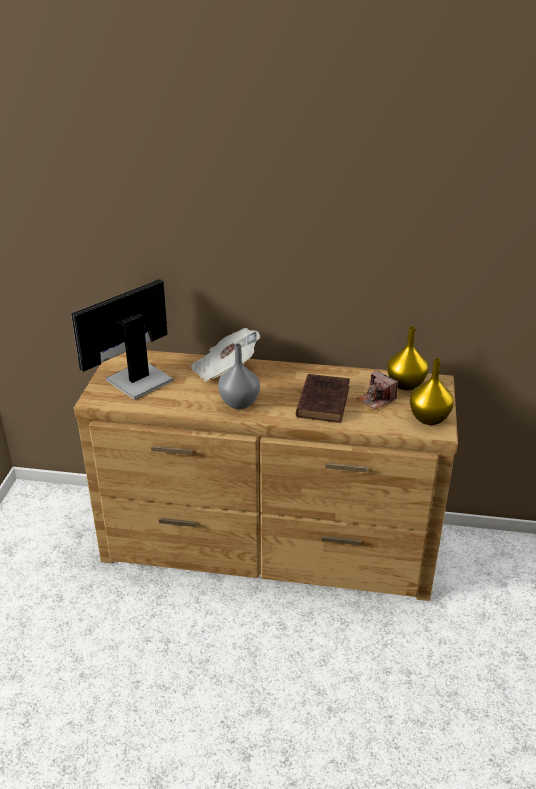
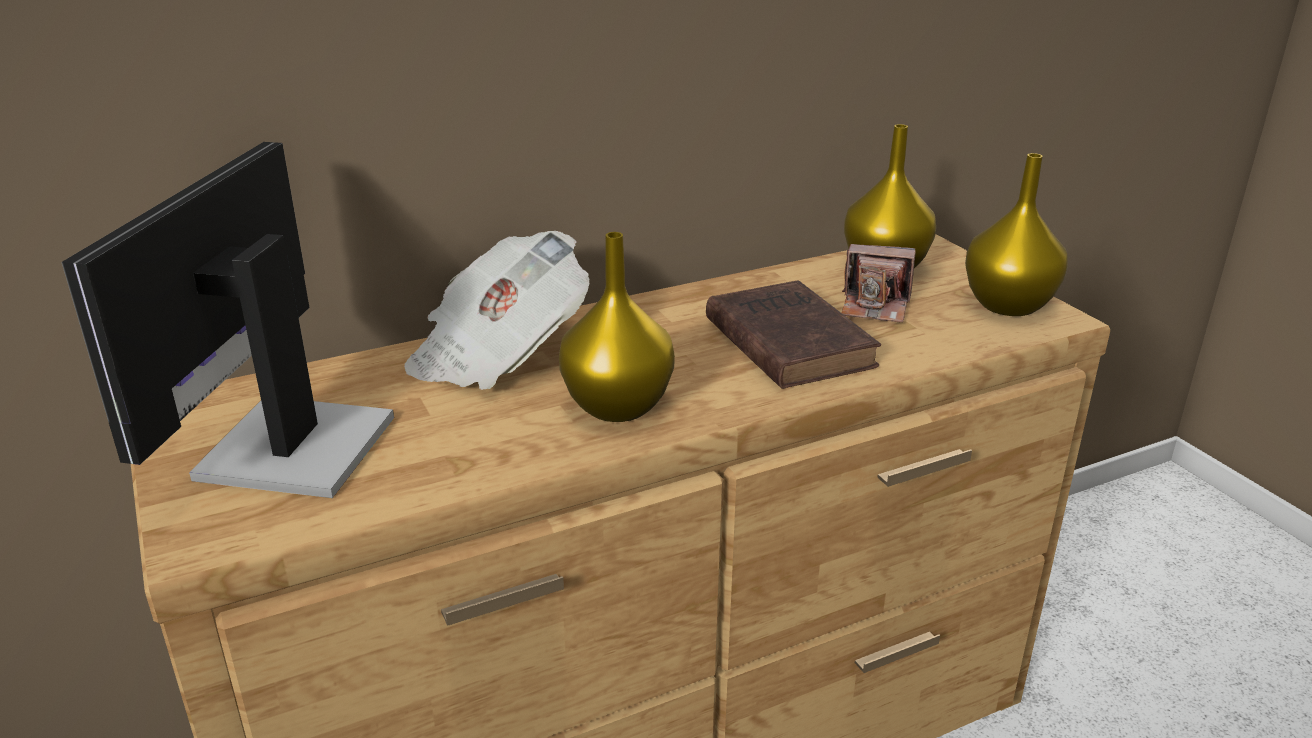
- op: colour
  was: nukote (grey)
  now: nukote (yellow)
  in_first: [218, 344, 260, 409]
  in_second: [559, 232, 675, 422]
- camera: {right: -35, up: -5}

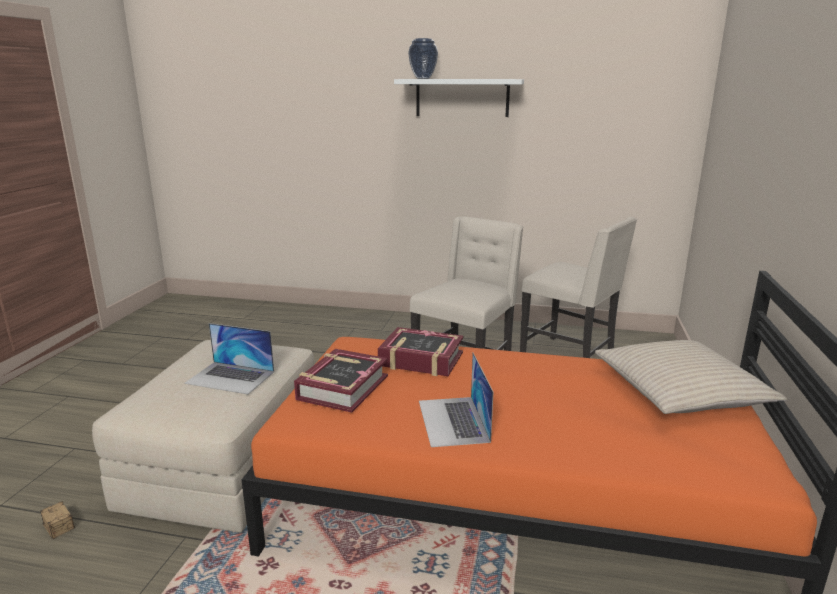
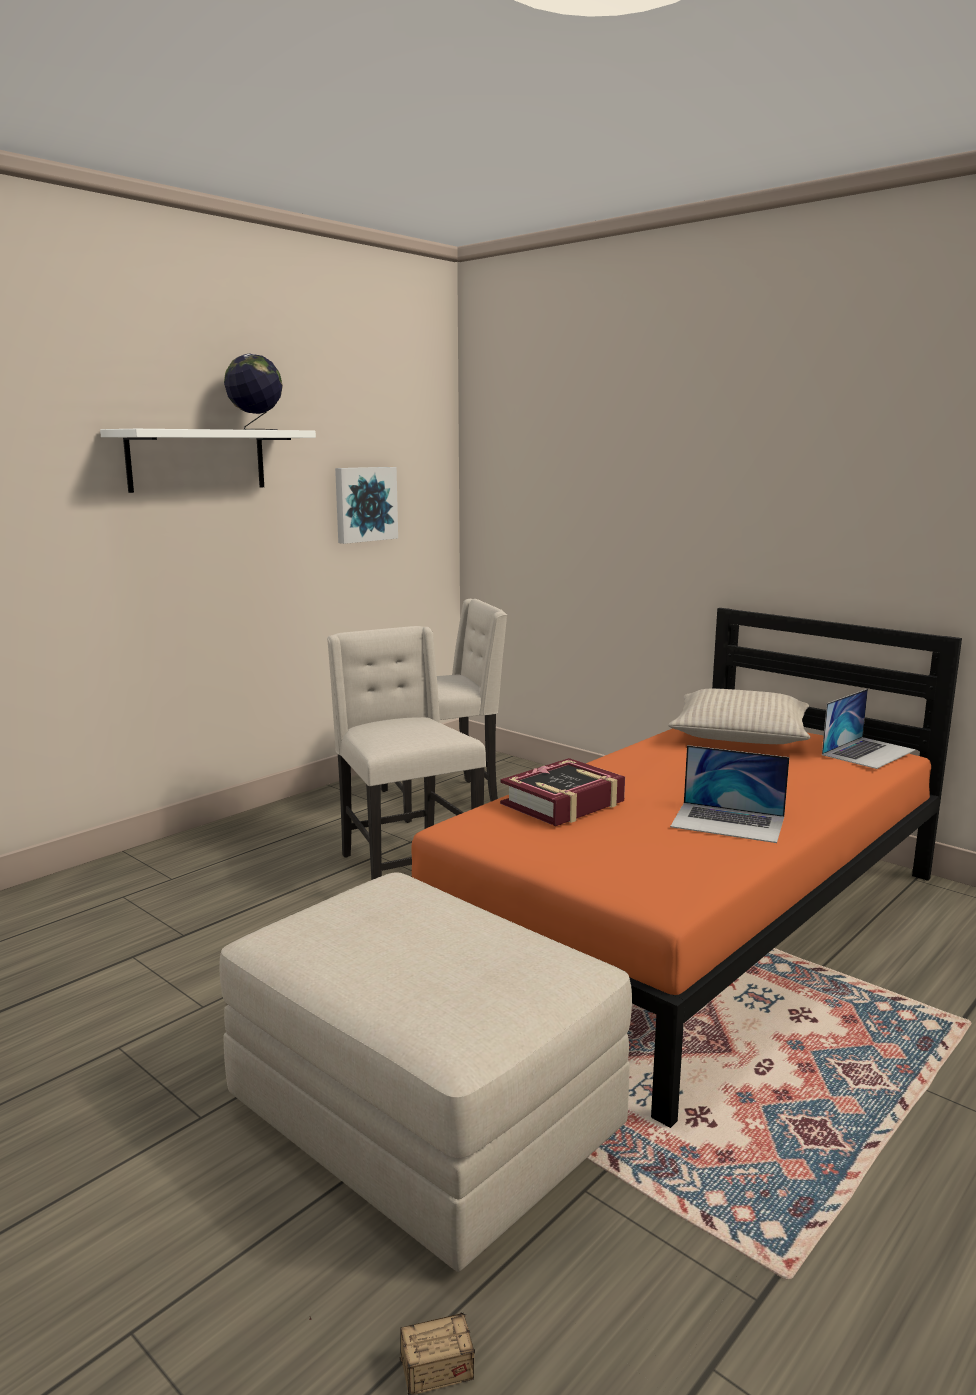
- op: appeared
  now: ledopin
  in_second: [224, 354, 283, 430]
- op: appeared
  now: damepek
  in_second: [335, 467, 398, 544]
- op: relocated
  was: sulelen
  in_first: [185, 323, 274, 394]
  in_second: [822, 689, 916, 769]
- op: missing
  was: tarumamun
  in_first: [294, 349, 388, 413]
- op: missing
  was: nukote
  in_first: [408, 38, 438, 79]
- camera: {right: -60, up: -5}

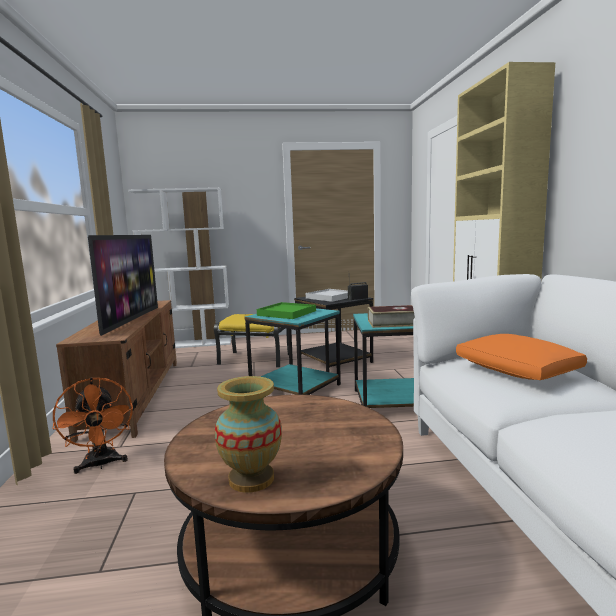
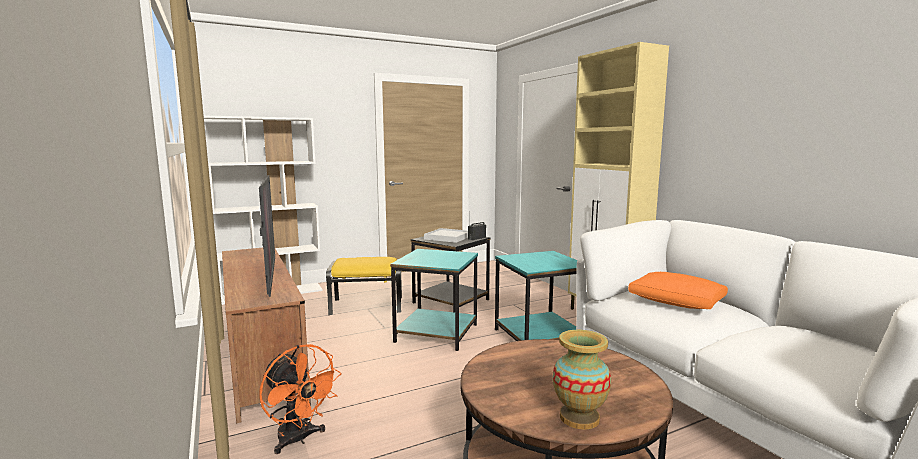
- op: missing
  was: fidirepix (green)
  in_first: [257, 302, 316, 319]
- op: missing
  was: tarumamun
  in_first: [368, 305, 415, 328]
- camera: {right: -20, up: 0}

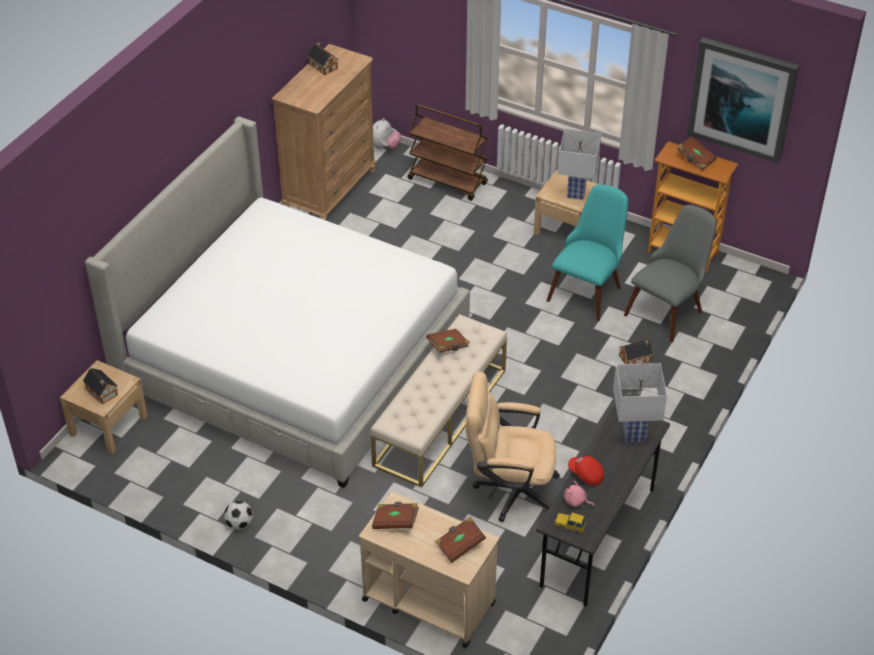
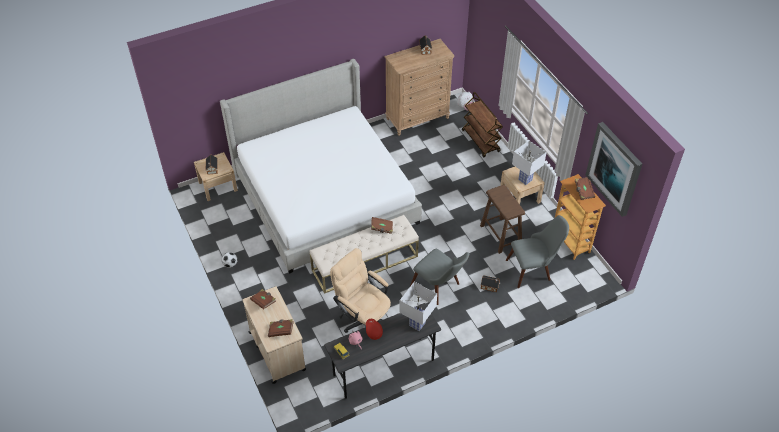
- op: appeared
  now: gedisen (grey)
  in_second: [410, 249, 469, 305]
- op: exchanged
  was: gedisen (turquoise)
  now: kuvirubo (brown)
  in_first: [547, 184, 628, 321]
  in_second: [480, 185, 525, 254]
- camera: {right: 35, up: 5}

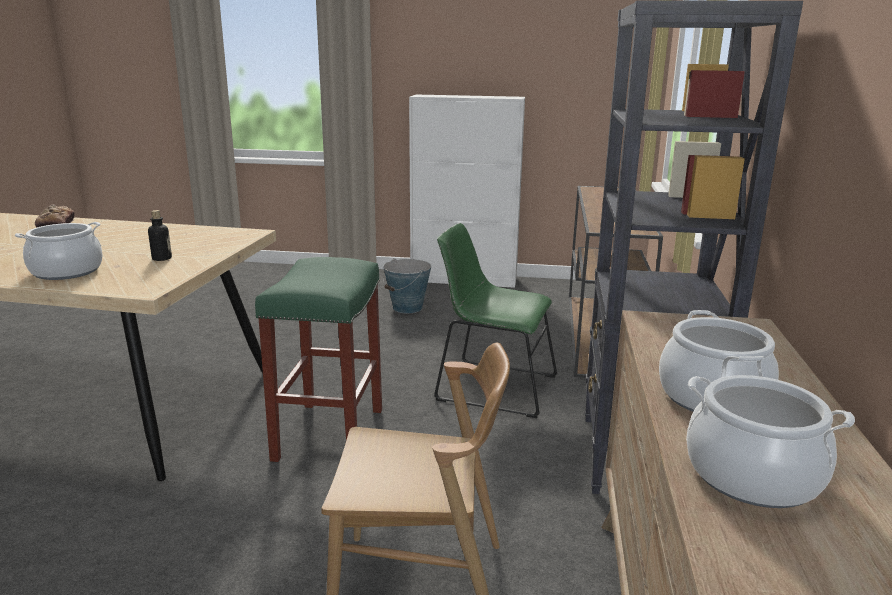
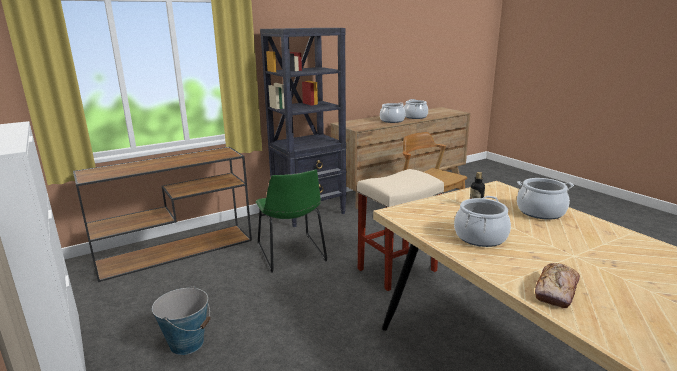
- op: colour
  was: kuvirubo (green)
  now: kuvirubo (beige)
  in_first: [255, 257, 382, 462]
  in_second: [357, 169, 444, 291]
- op: appeared
  now: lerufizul
  in_second: [454, 196, 511, 247]
- camera: {right: -130, up: 0}

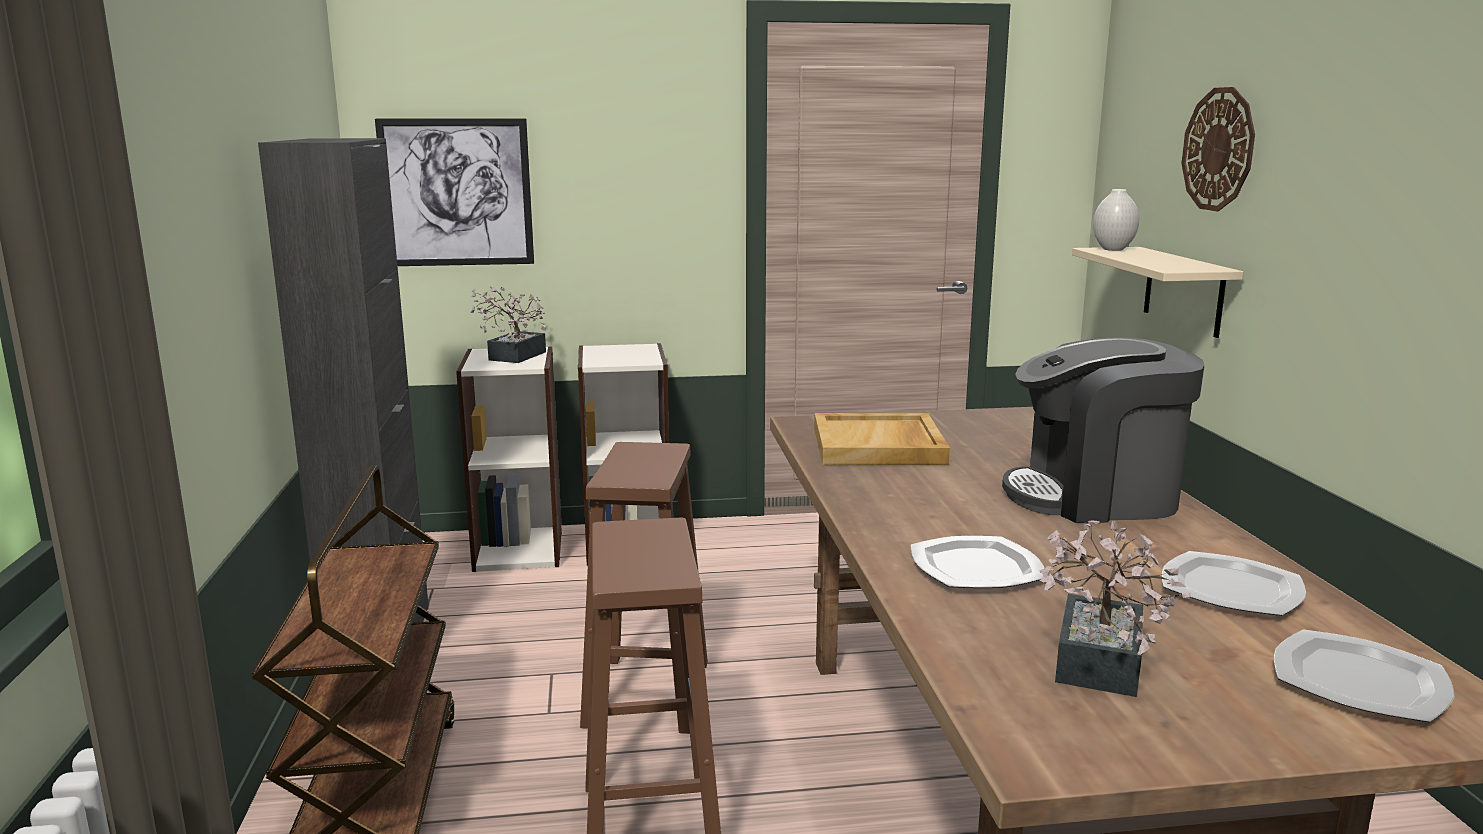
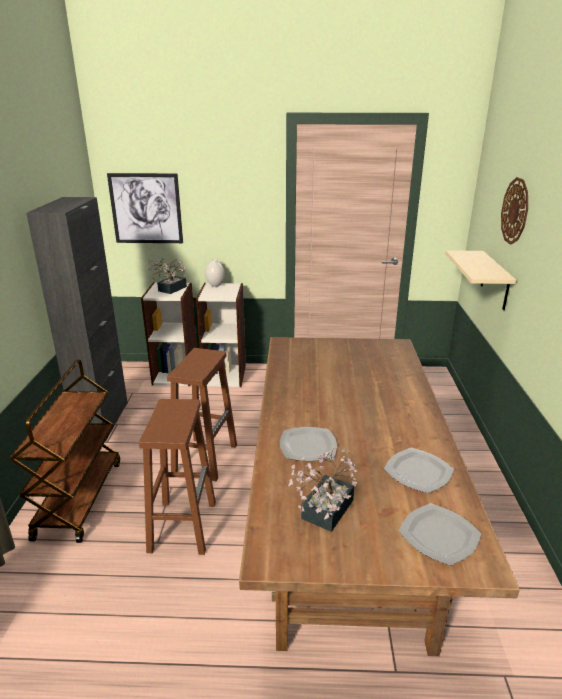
- op: relocated
  was: nukote (white)
  in_first: [1093, 189, 1139, 251]
  in_second: [205, 259, 225, 287]
- op: missing
  was: fidirepix (beige)
  in_first: [814, 413, 950, 465]
- op: missing
  was: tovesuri
  in_first: [1002, 337, 1204, 523]
- camera: {right: 10, up: 10}

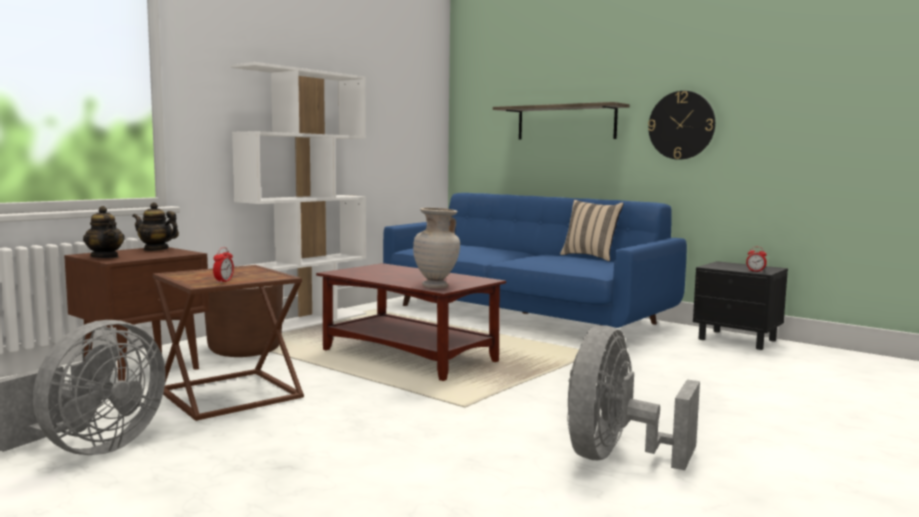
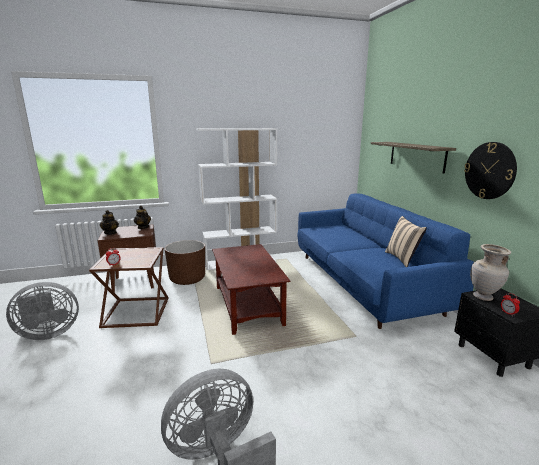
- op: relocated
  was: nukote (beige)
  in_first: [413, 208, 460, 288]
  in_second: [470, 244, 511, 301]
- camera: {right: 35, up: 10}

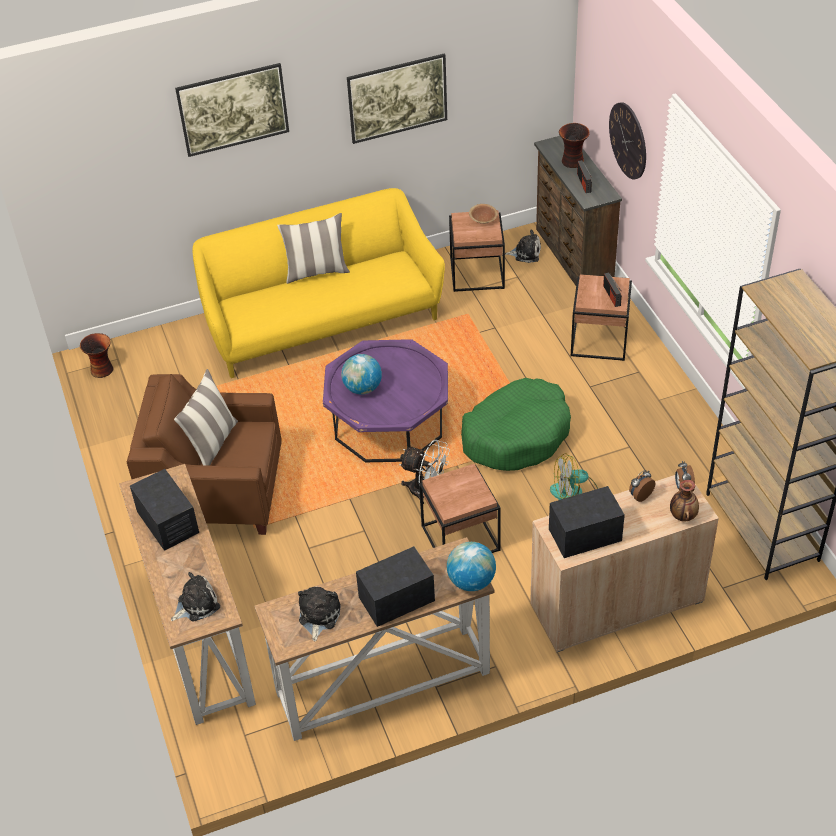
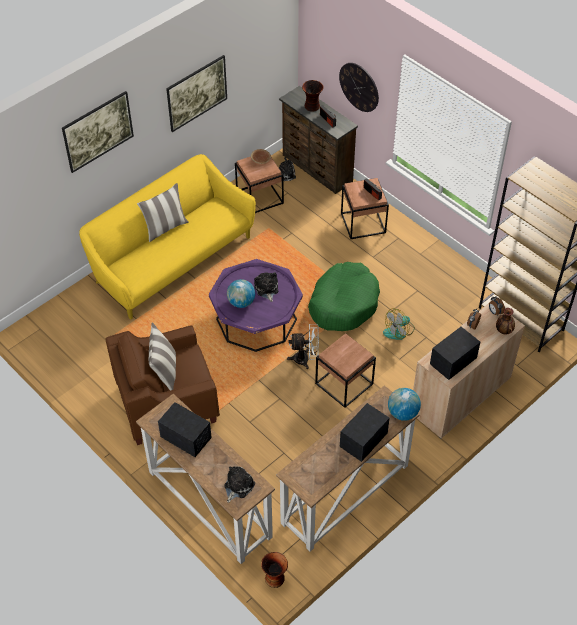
- op: relocated
  was: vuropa
  in_first: [298, 586, 341, 641]
  in_second: [254, 272, 278, 302]
- op: relocated
  was: nukote
  in_first: [80, 333, 113, 378]
  in_second: [261, 552, 288, 588]
- camera: {right: -25, up: 5}

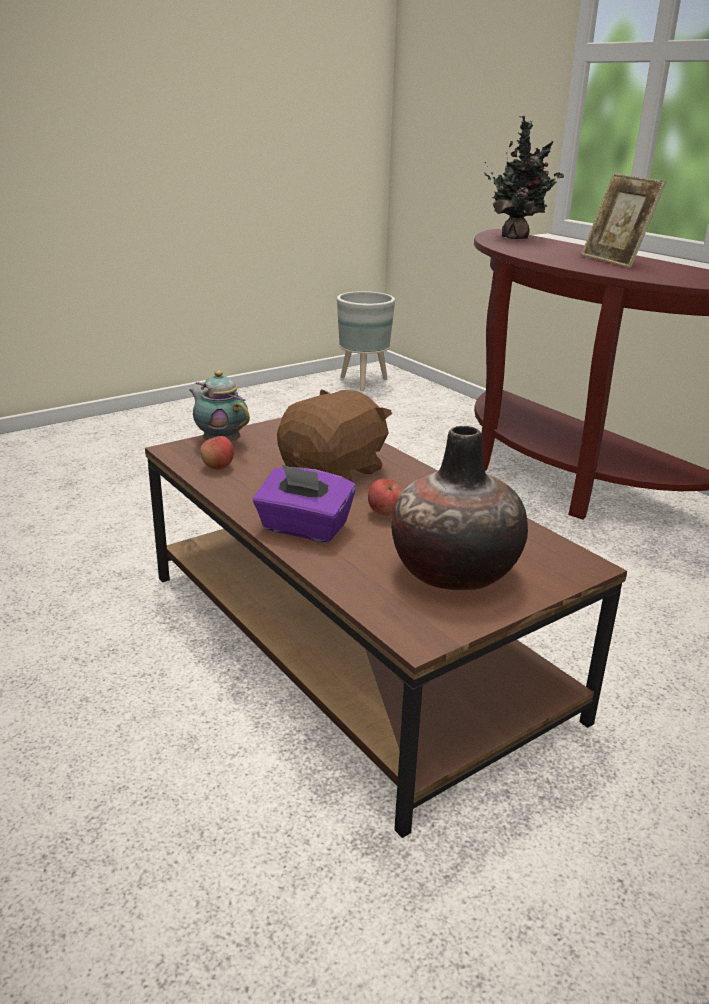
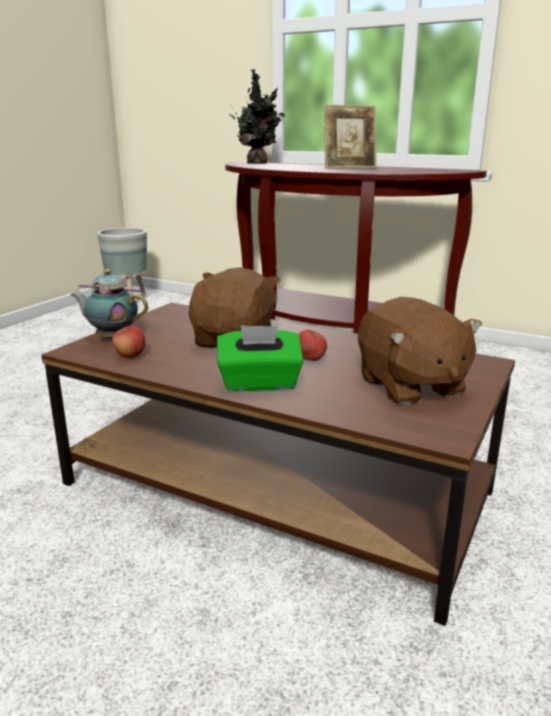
- op: colour
  was: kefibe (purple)
  now: kefibe (green)
  in_first: [253, 464, 356, 542]
  in_second: [217, 325, 303, 391]
- op: spun
  was: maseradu
  in_first: [581, 173, 666, 268]
  in_second: [324, 105, 377, 169]
  clockwise: -45
- op: exchanged
  was: nukote
  now: vuropa (brown)
  in_first: [391, 426, 528, 590]
  in_second: [358, 297, 482, 406]
- camera: {right: -25, up: -5}

